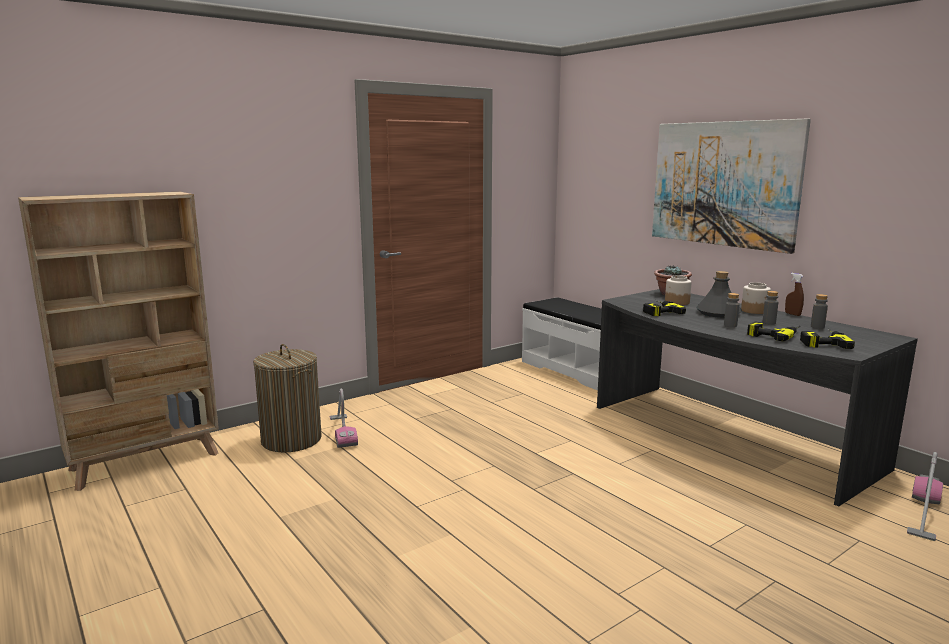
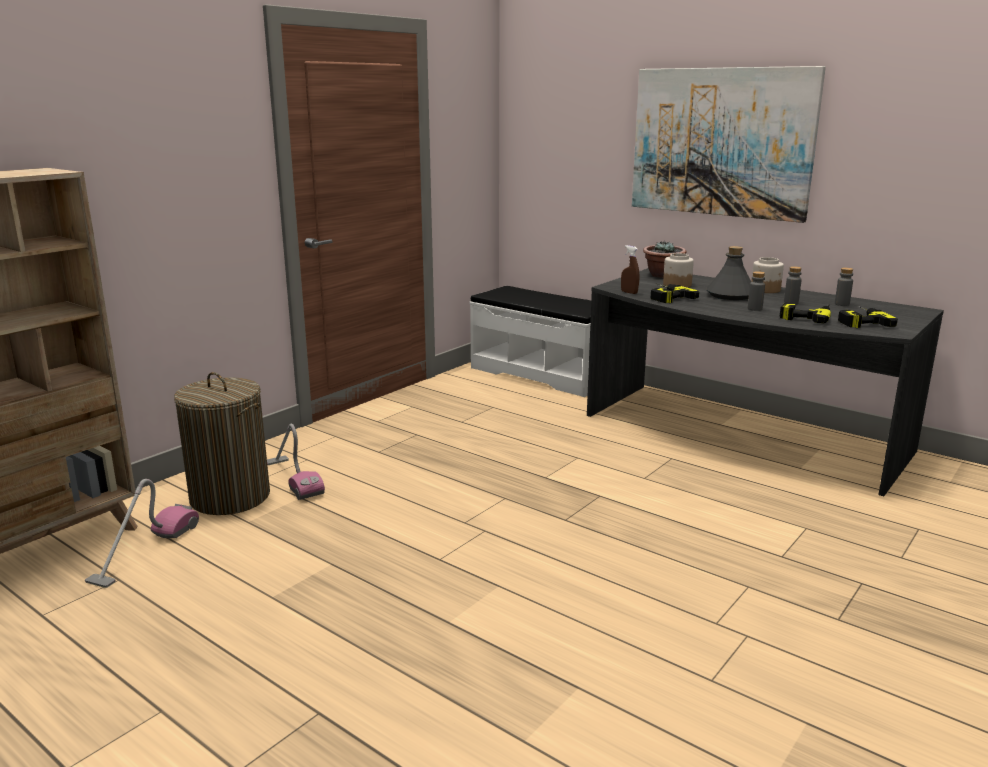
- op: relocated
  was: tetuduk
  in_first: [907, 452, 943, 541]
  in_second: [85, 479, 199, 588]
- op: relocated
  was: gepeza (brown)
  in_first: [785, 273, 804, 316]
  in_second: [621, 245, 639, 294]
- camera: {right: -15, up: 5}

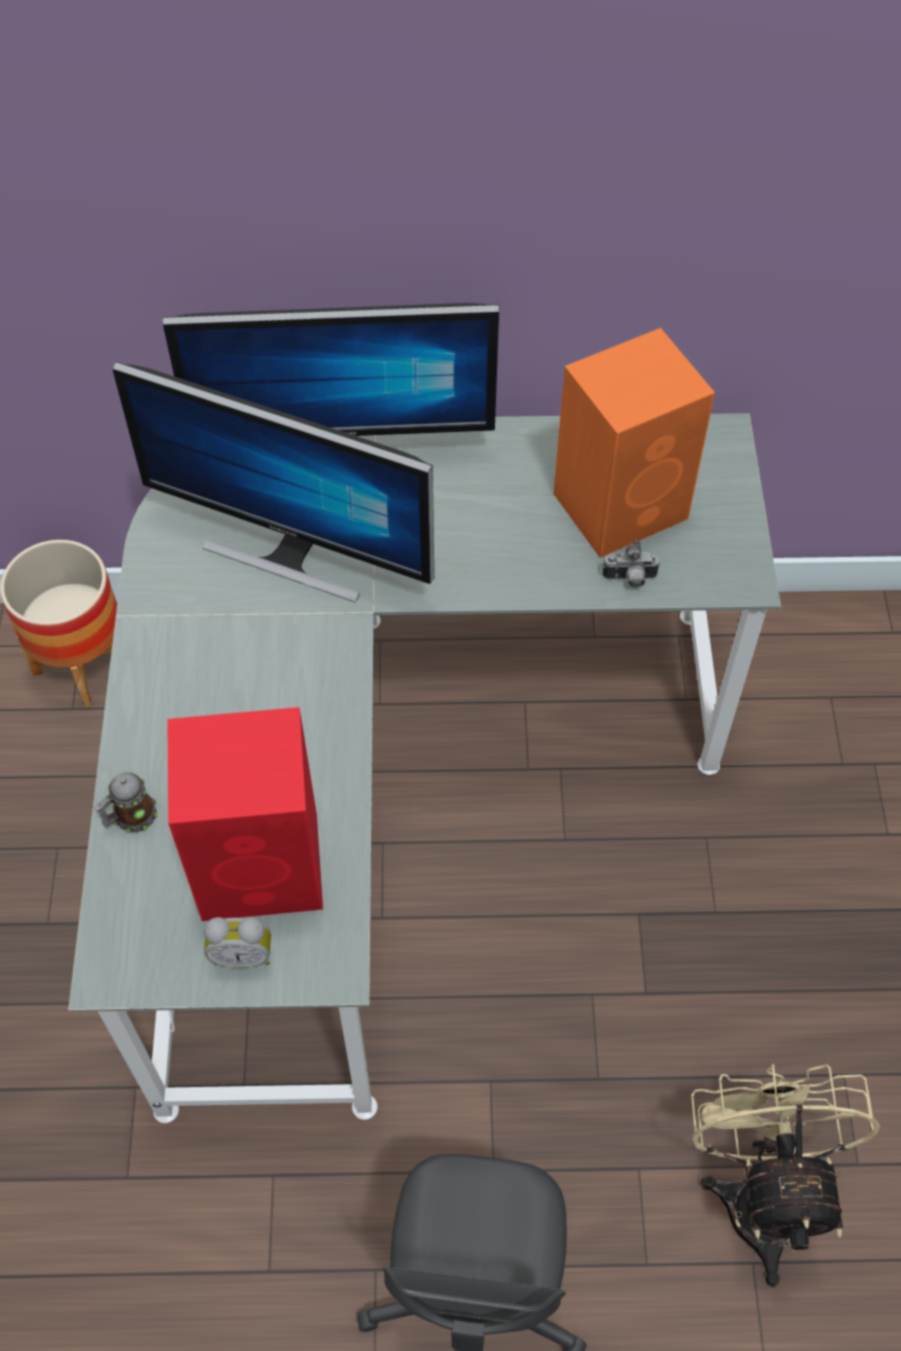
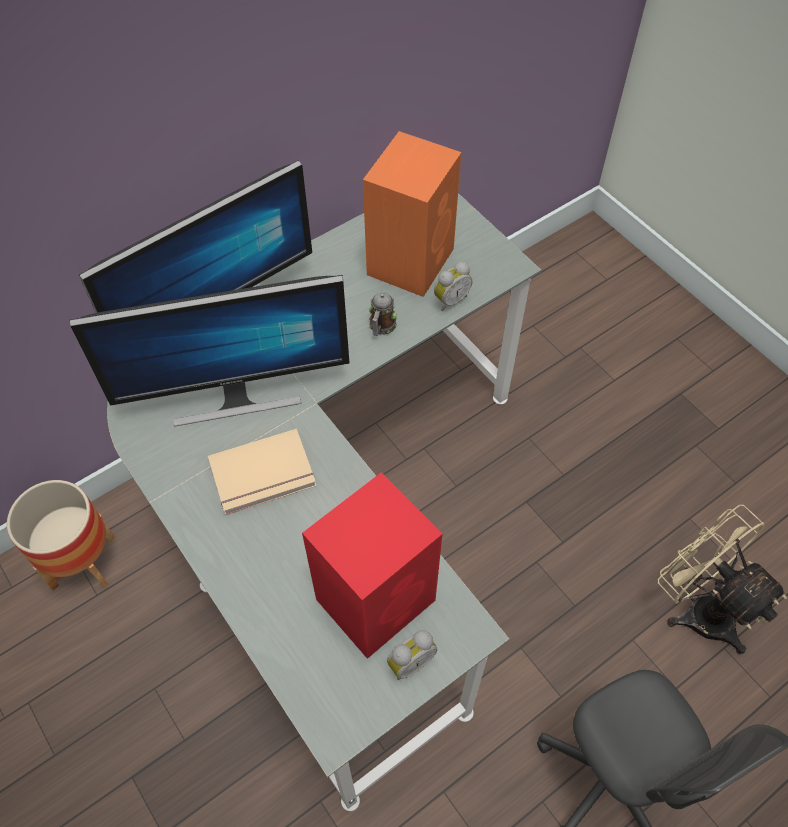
- op: appeared
  now: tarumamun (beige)
  in_second: [208, 429, 316, 515]
- op: relocated
  was: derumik
  in_first: [93, 773, 158, 832]
  in_second: [369, 292, 397, 336]
- op: exchanged
  was: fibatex
  now: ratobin
  in_first: [602, 540, 660, 588]
  in_second: [434, 262, 472, 311]
- camera: {right: -35, up: 0}

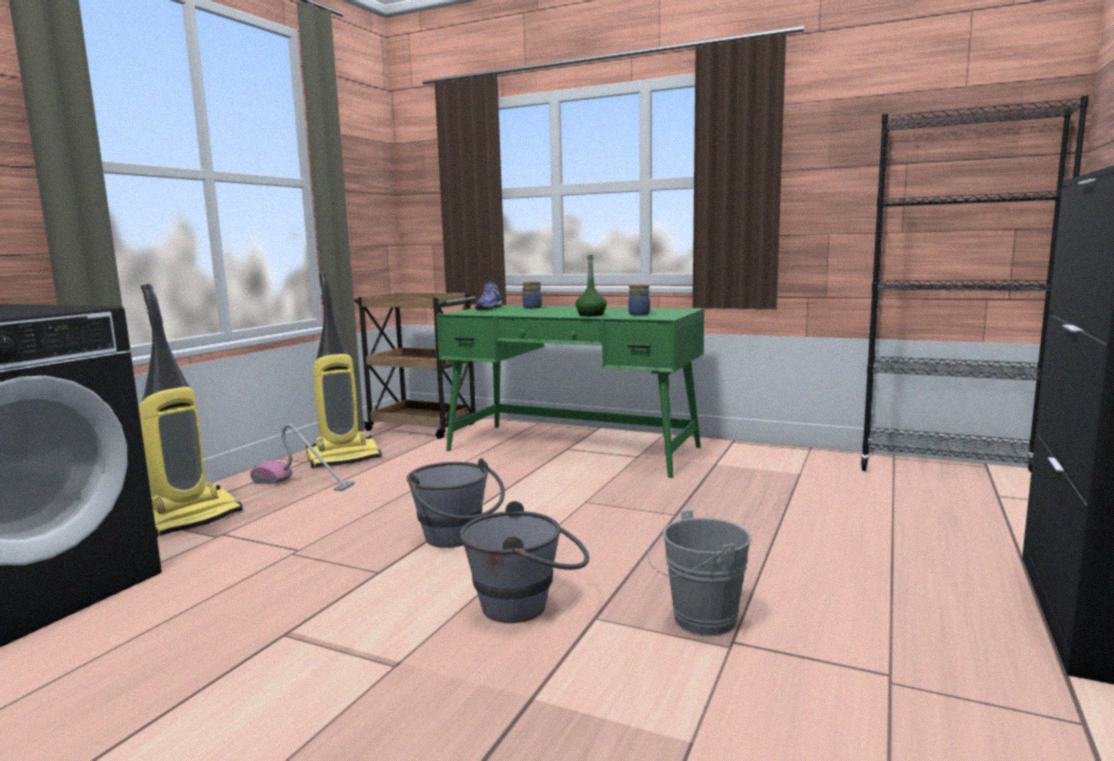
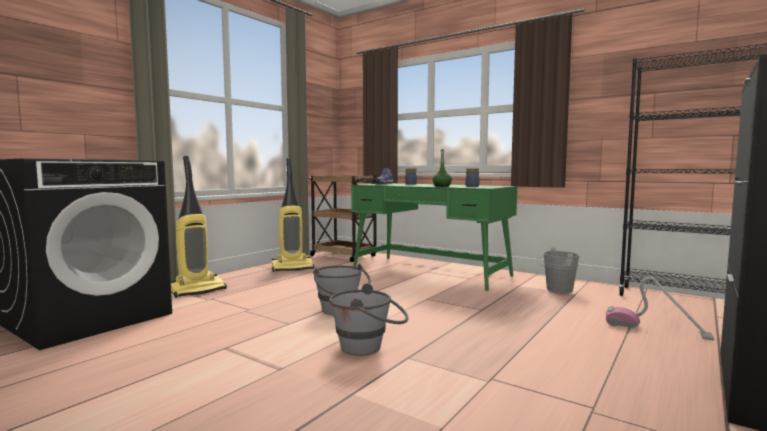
- op: relocated
  was: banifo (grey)
  in_first: [648, 510, 751, 636]
  in_second: [536, 247, 580, 293]
- op: relocated
  was: tetuduk
  in_first: [250, 424, 355, 491]
  in_second: [606, 277, 714, 341]
- camera: {right: 10, up: -5}

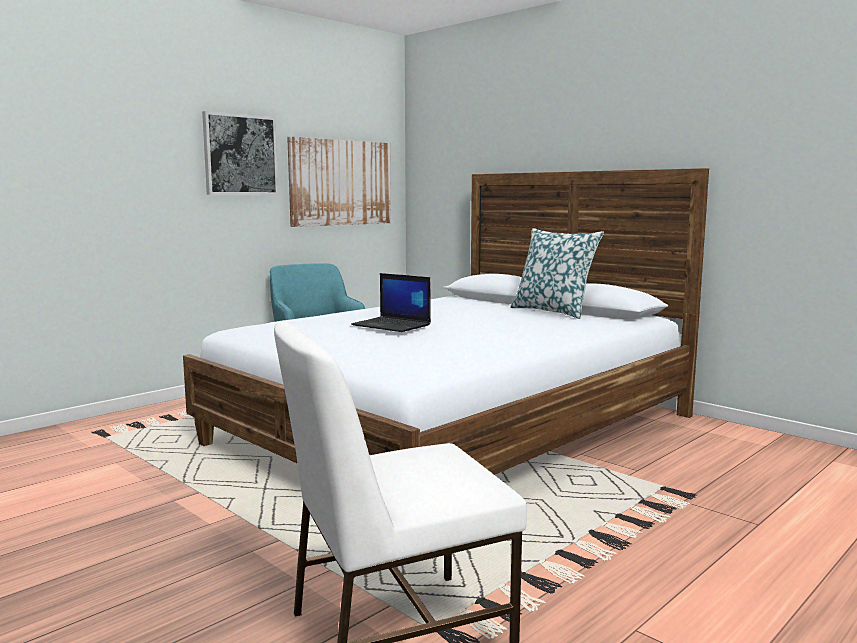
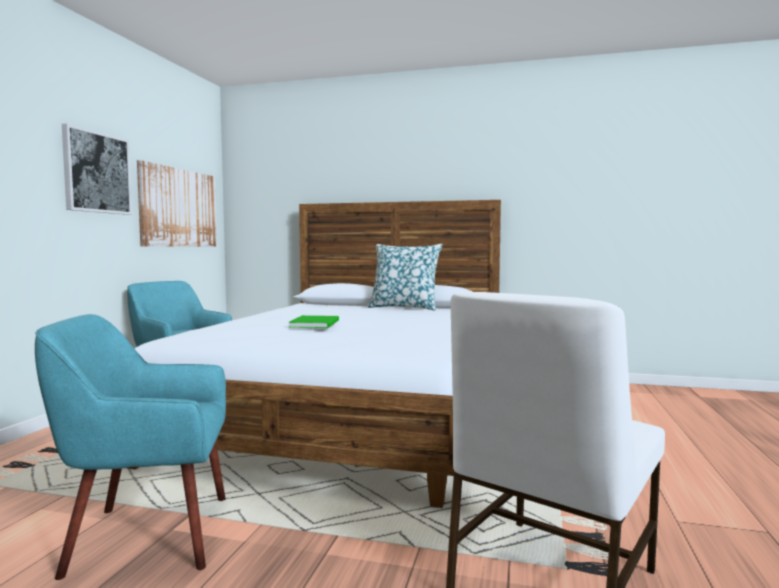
- op: appeared
  now: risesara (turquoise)
  in_second: [35, 314, 226, 580]
- op: exchanged
  was: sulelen
  now: tarumamun (green)
  in_first: [351, 273, 431, 332]
  in_second: [288, 315, 339, 328]
- camera: {right: -30, up: -5}

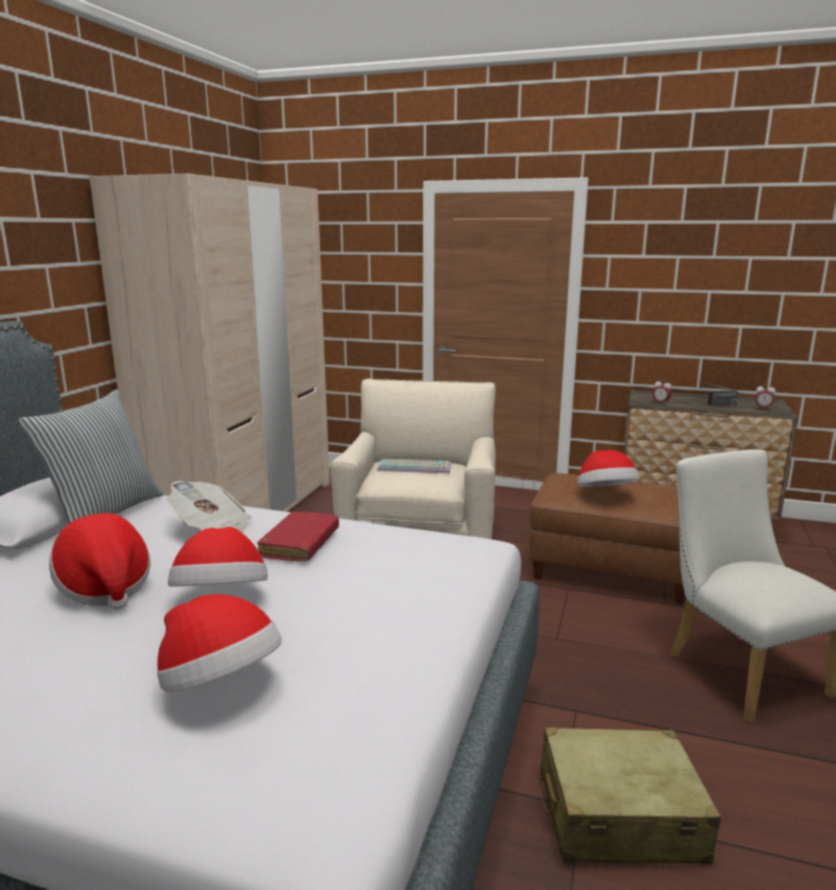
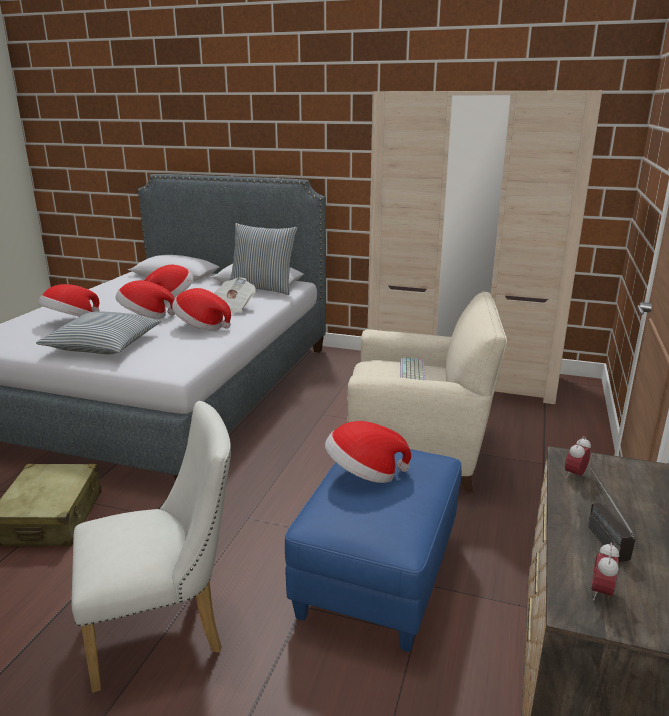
- op: appeared
  now: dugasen
  in_second: [36, 311, 161, 354]
- op: exchanged
  was: tarumamun (red)
  now: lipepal
  in_first: [257, 511, 339, 562]
  in_second: [172, 288, 231, 331]
- op: colour
  was: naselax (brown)
  now: naselax (blue)
  in_first: [529, 473, 685, 604]
  in_second: [285, 449, 461, 652]
- camera: {right: 90, up: 5}

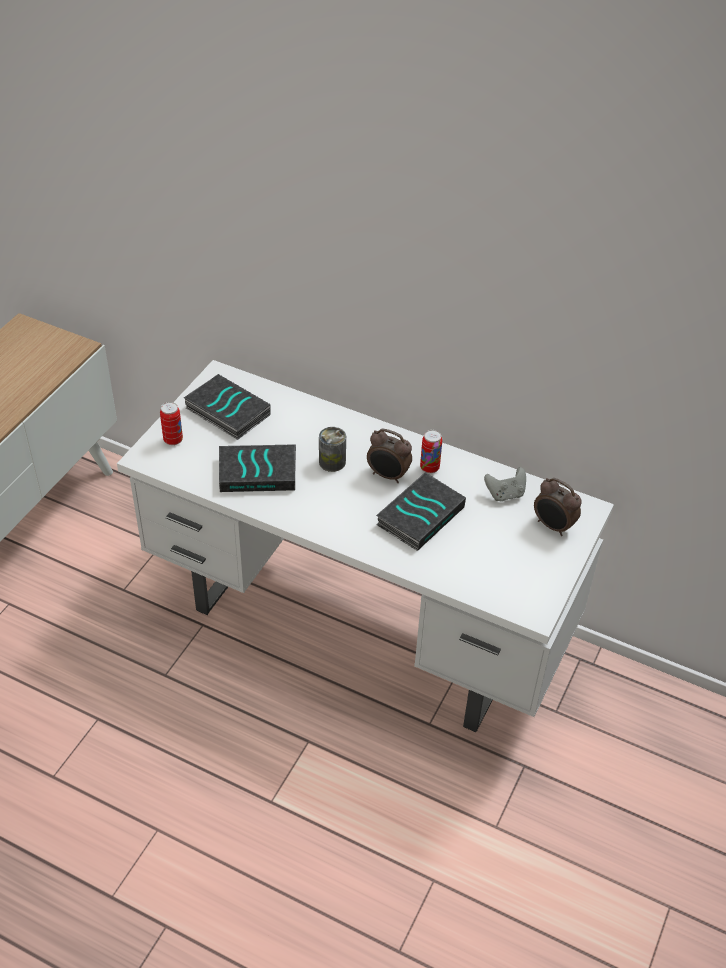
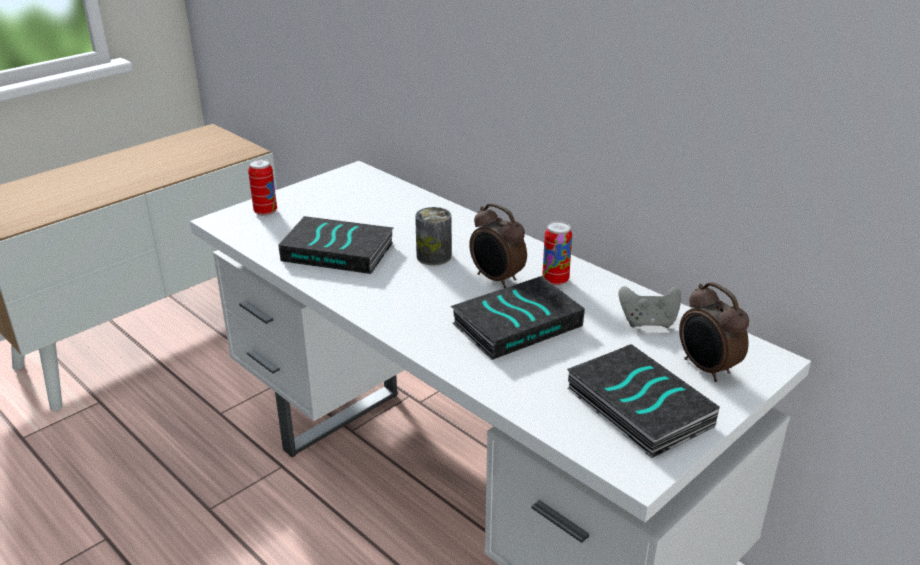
- op: relocated
  was: tarumamun
  in_first: [184, 374, 270, 440]
  in_second: [567, 344, 720, 458]
- camera: {right: 20, up: -15}

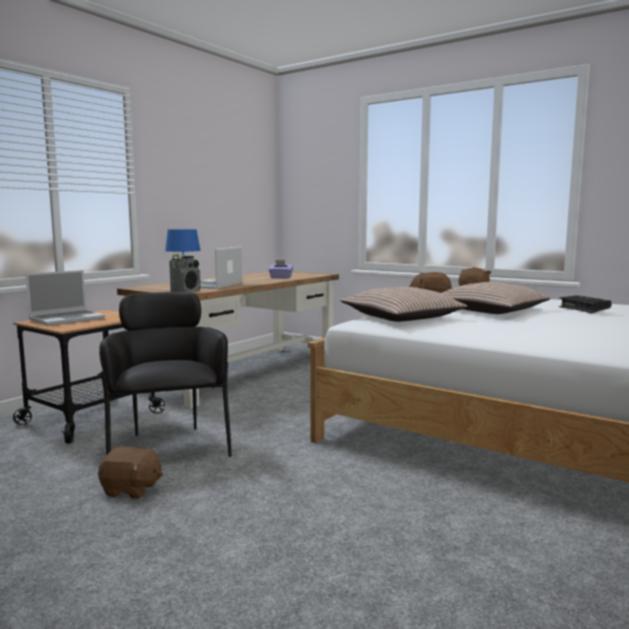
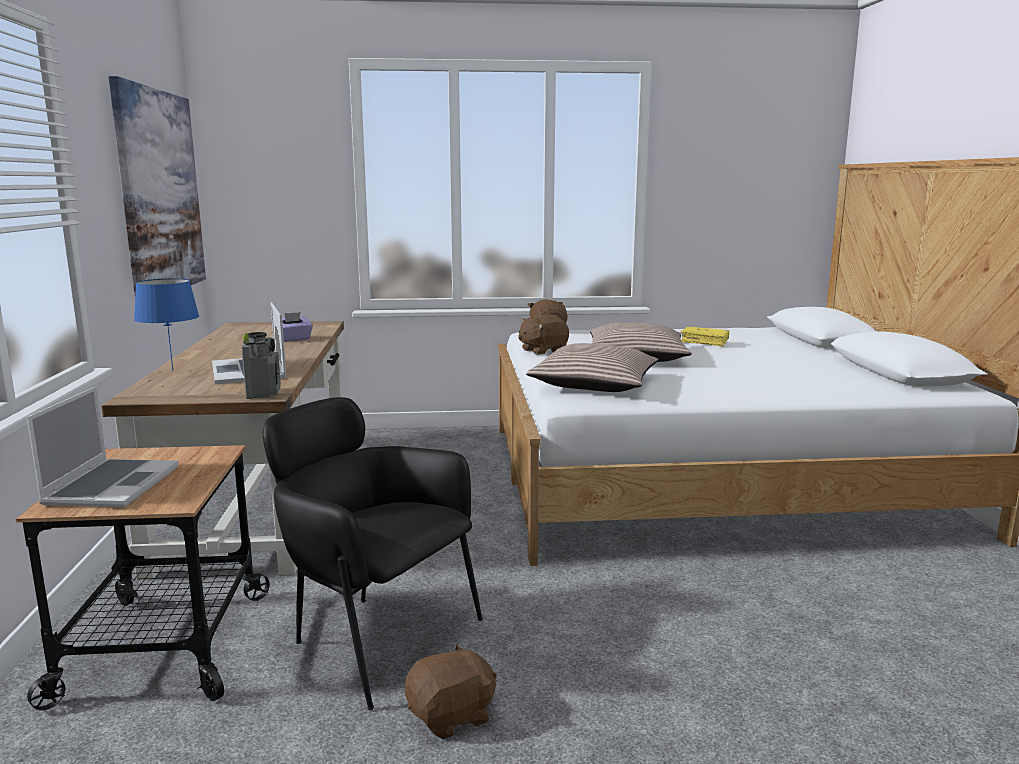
- op: appeared
  now: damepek
  in_second: [109, 76, 206, 295]
- op: colour
  was: tarumamun (black)
  now: tarumamun (yellow)
  in_first: [559, 295, 611, 313]
  in_second: [680, 327, 730, 347]
- camera: {right: -40, up: 5}

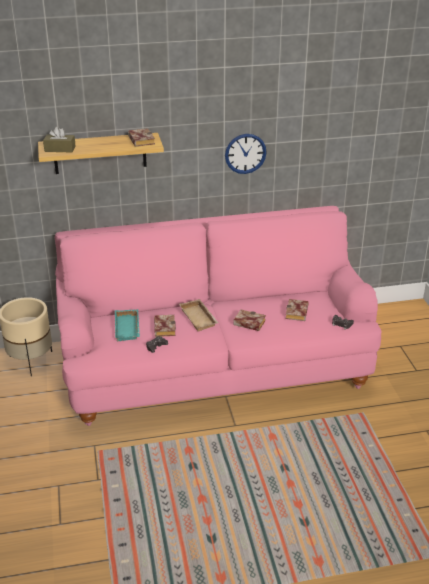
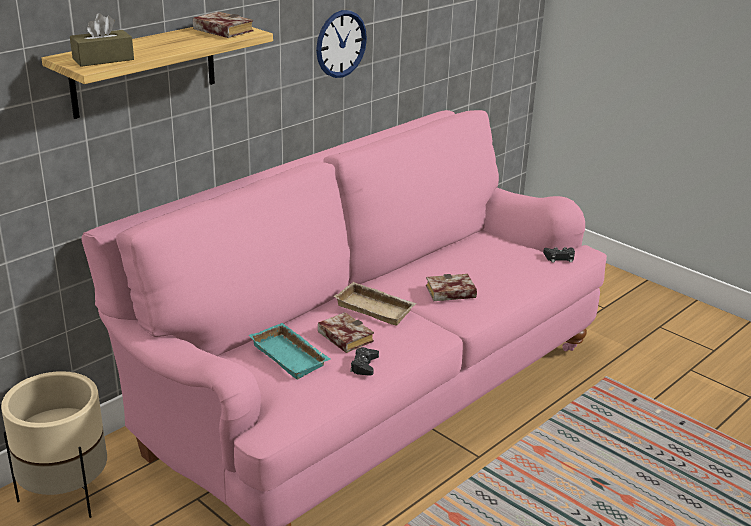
- op: missing
  was: tarumamun
  in_first: [286, 299, 308, 321]
- camera: {right: -35, up: -5}

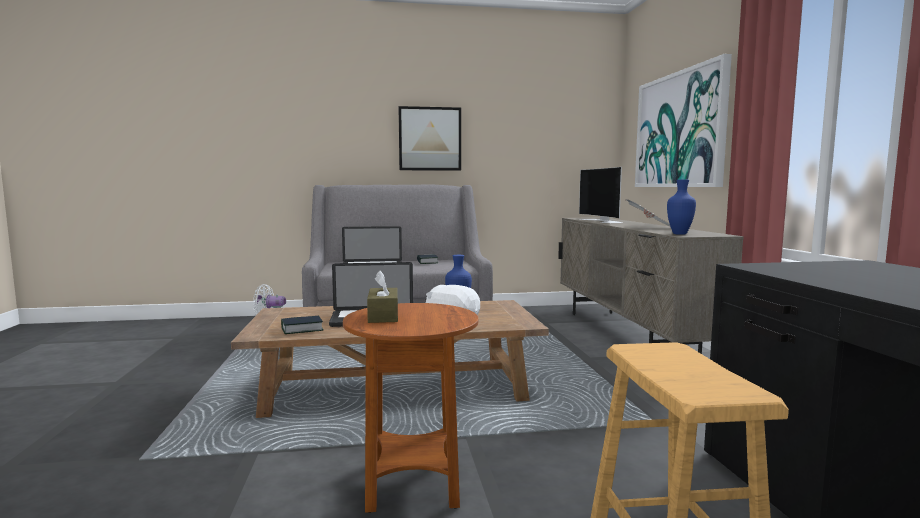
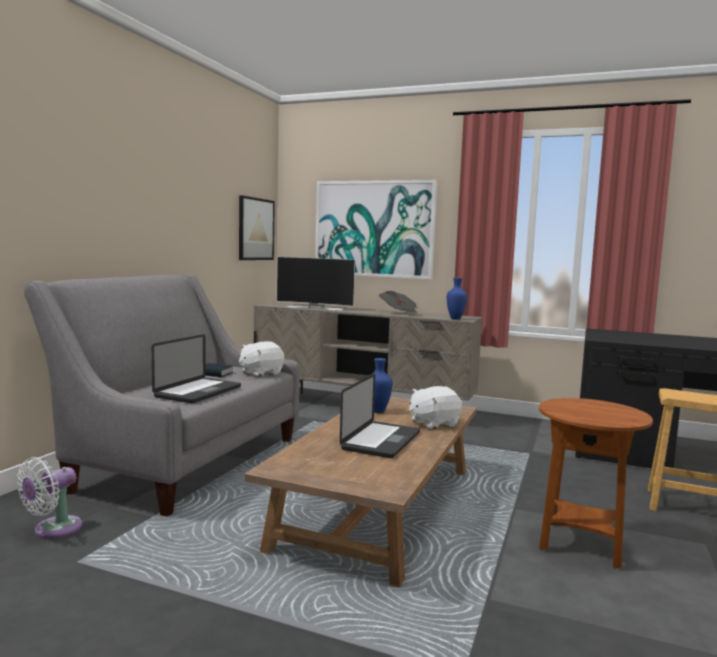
- op: relocated
  was: damepek
  in_first: [399, 106, 461, 171]
  in_second: [239, 195, 275, 260]
- op: appeared
  now: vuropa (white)
  in_second: [239, 341, 284, 377]
- op: missing
  was: tarumamun
  in_first: [281, 316, 324, 334]
- op: missing
  was: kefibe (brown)
  in_first: [367, 270, 398, 323]
- camera: {right: -60, up: 0}

